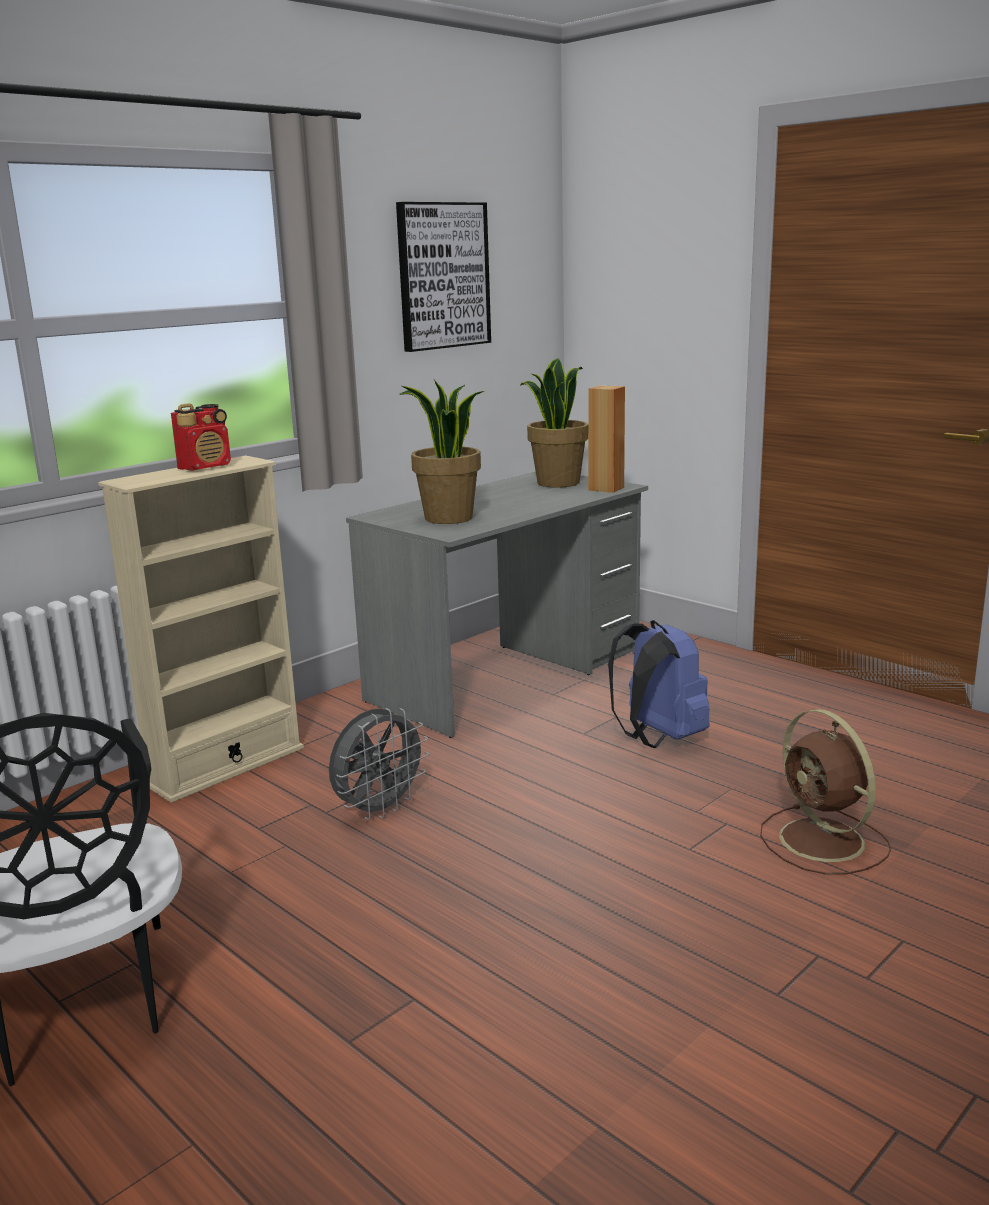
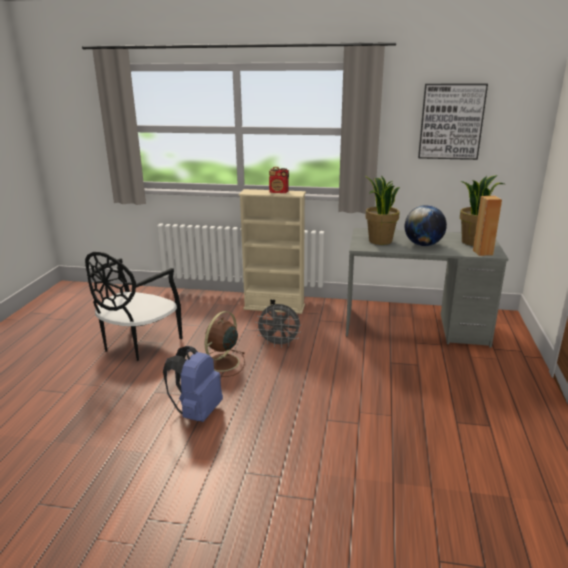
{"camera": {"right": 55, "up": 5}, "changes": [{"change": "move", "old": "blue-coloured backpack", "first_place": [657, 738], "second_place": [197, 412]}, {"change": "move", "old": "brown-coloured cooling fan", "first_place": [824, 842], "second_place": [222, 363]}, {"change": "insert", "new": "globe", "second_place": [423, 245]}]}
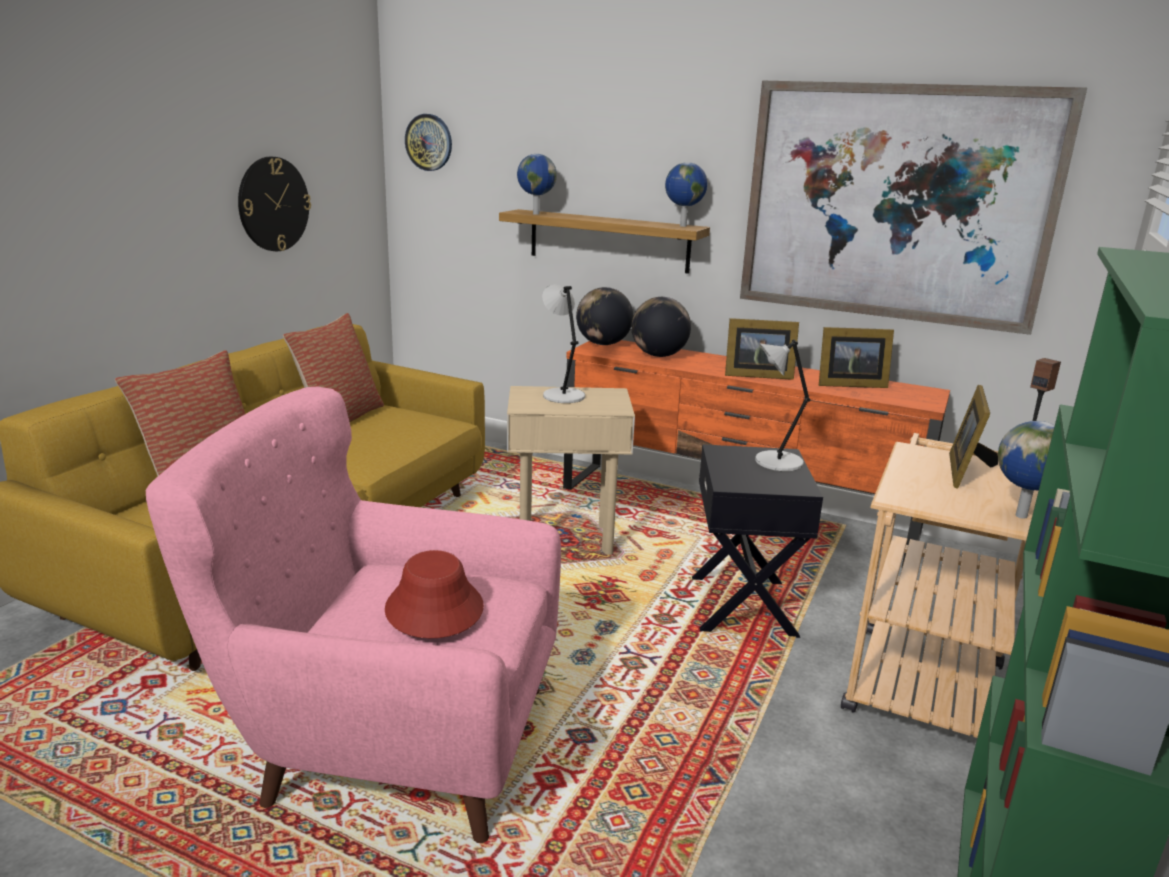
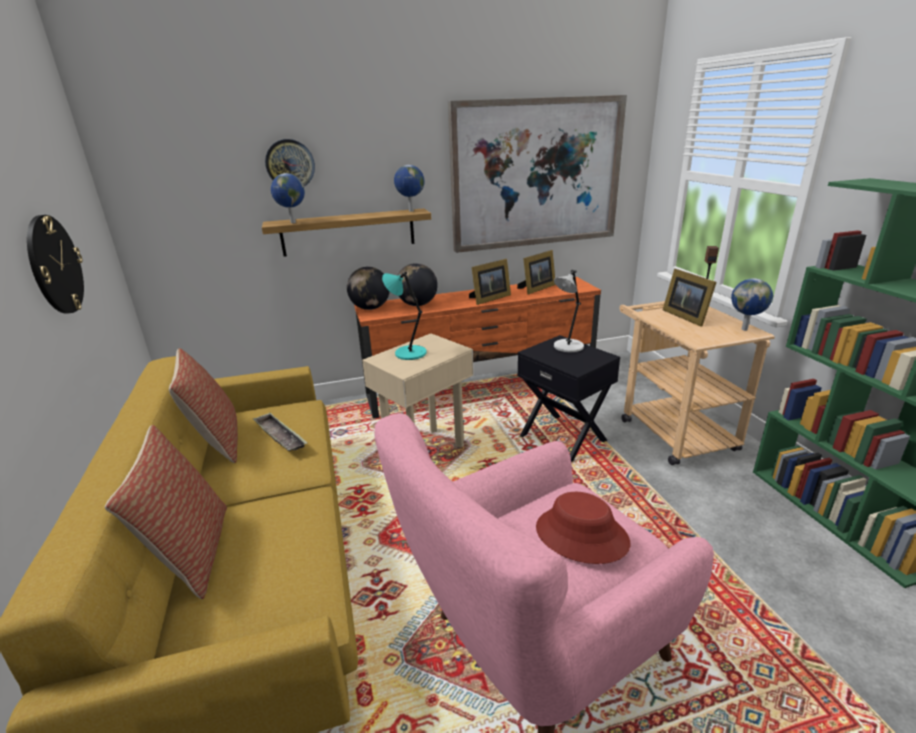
{"camera": {"right": -40, "up": 5}, "changes": [{"change": "move", "old": "wall clock", "first_place": [429, 142], "second_place": [290, 164]}, {"change": "recolor", "old": "grey table lamp", "new": "turquoise-coloured table lamp", "first_place": [562, 396], "second_place": [408, 353]}, {"change": "insert", "new": "serving tray", "second_place": [280, 436]}]}
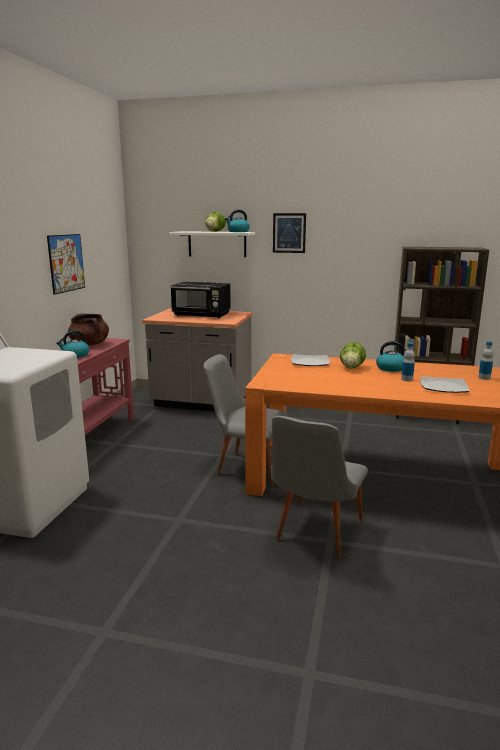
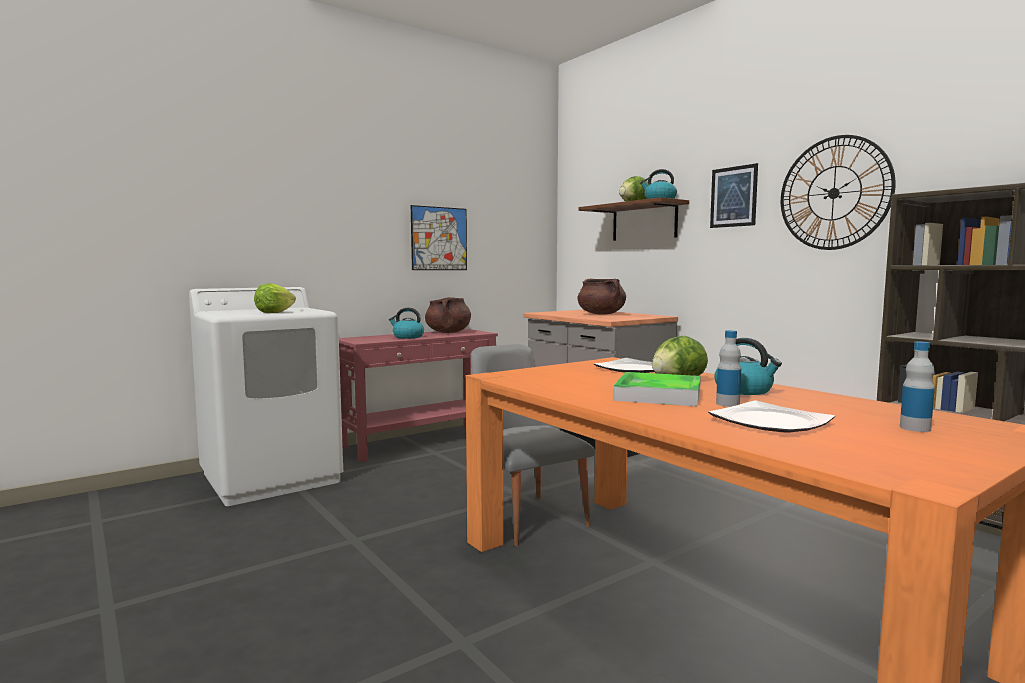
{"camera": {"right": 40, "up": -10}, "changes": [{"change": "recolor", "old": "white-coloured bracket shelf", "new": "brown-coloured bracket shelf", "first_place": [217, 244], "second_place": [644, 222]}, {"change": "replace", "old": "black-coloured microwave oven", "new": "brown-coloured saucepot", "first_place": [202, 315], "second_place": [601, 314]}, {"change": "delete", "old": "grey plain chair", "first_place": [314, 533]}, {"change": "insert", "new": "wall clock", "second_place": [834, 193]}, {"change": "insert", "new": "head of lettuce", "second_place": [274, 312]}, {"change": "insert", "new": "serving tray", "second_place": [658, 395]}]}
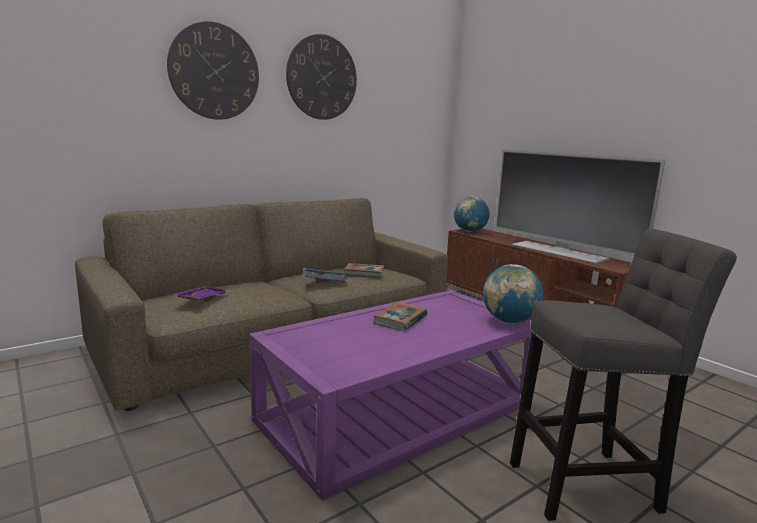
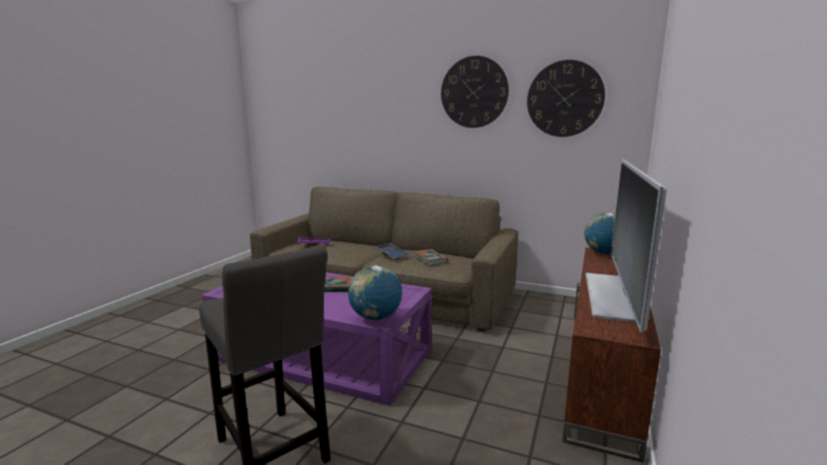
{"camera": {"right": 60, "up": 0}, "changes": [{"change": "move", "old": "wall clock", "first_place": [214, 72], "second_place": [565, 99]}]}
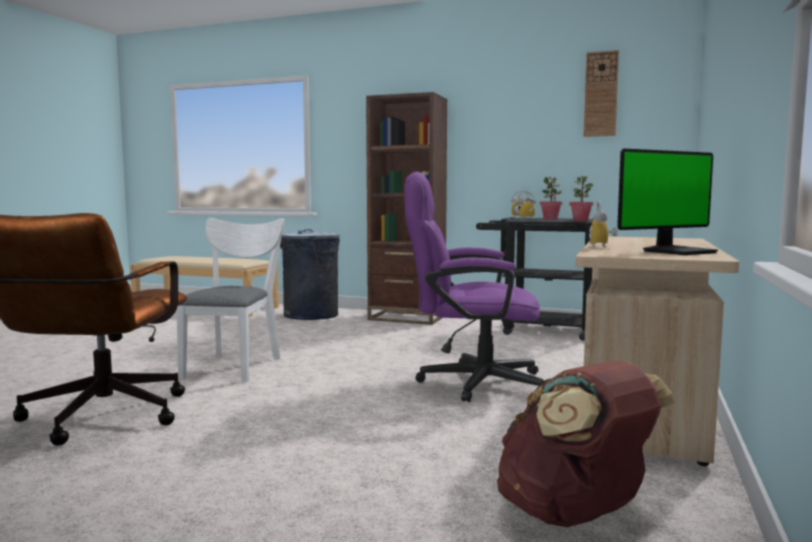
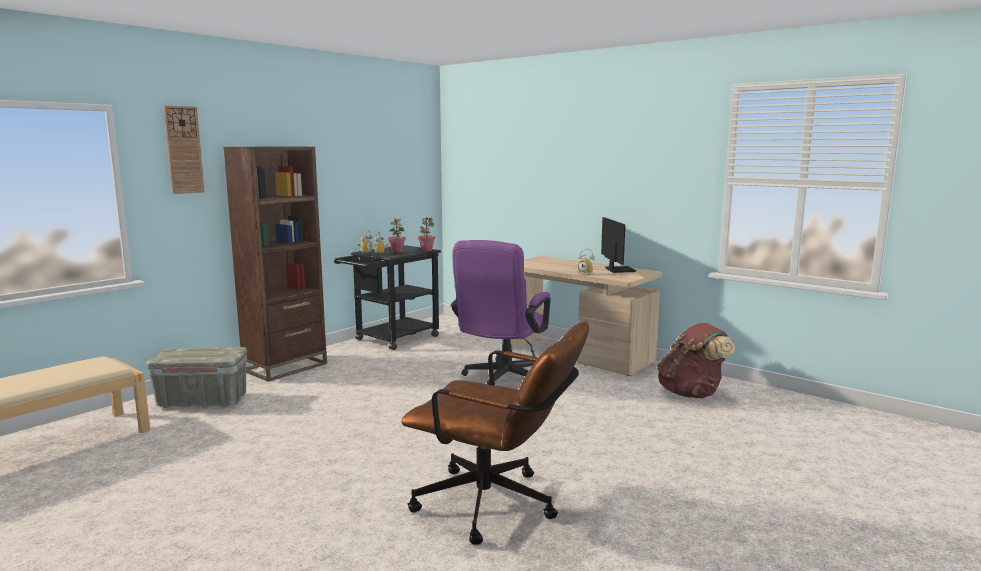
{"camera": {"right": -70, "up": 5}, "changes": [{"change": "move", "old": "wall clock", "first_place": [601, 94], "second_place": [184, 150]}, {"change": "delete", "old": "white-coloured plain chair", "first_place": [235, 365]}, {"change": "replace", "old": "grey waste bin", "new": "grey storage bin", "first_place": [310, 315], "second_place": [202, 401]}]}
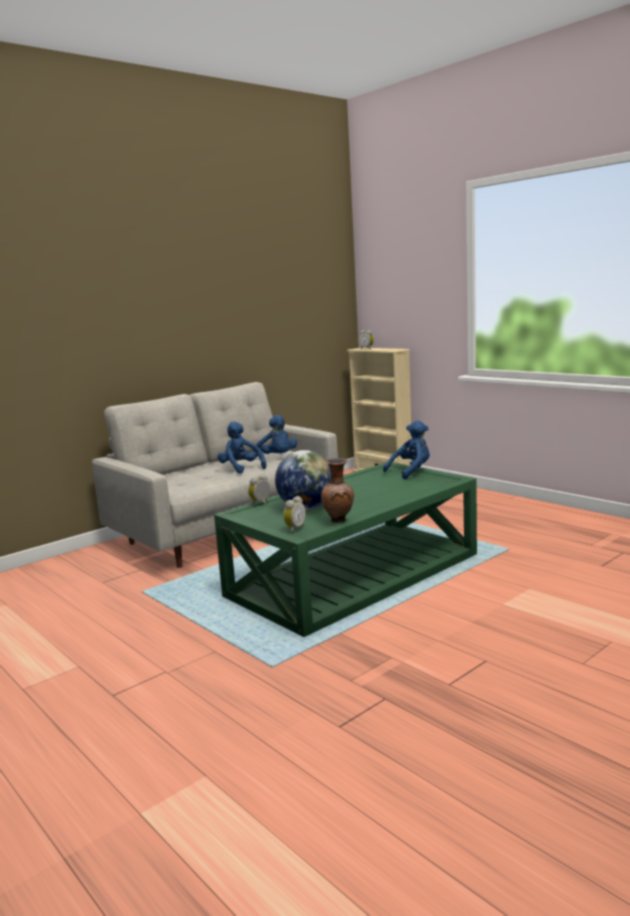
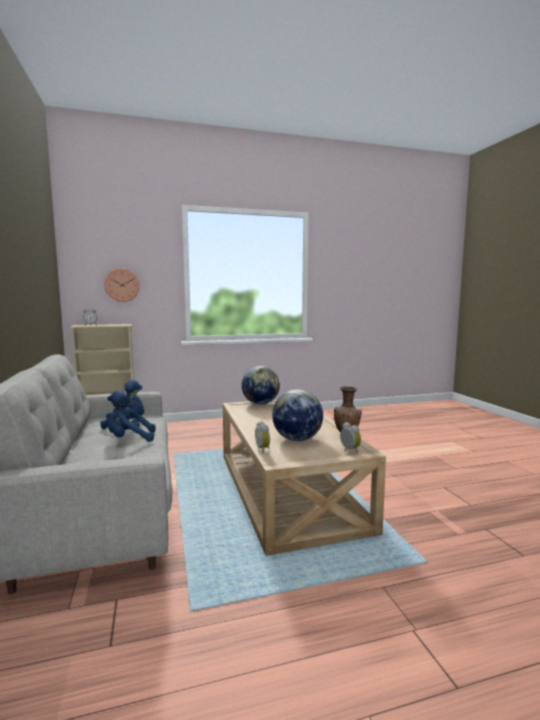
{"camera": {"right": -65, "up": -5}, "changes": [{"change": "replace", "old": "blue-coloured soft toy", "new": "globe", "first_place": [411, 472], "second_place": [260, 403]}, {"change": "recolor", "old": "green-coloured coffee table", "new": "sand-coloured coffee table", "first_place": [354, 574], "second_place": [286, 489]}, {"change": "insert", "new": "wall clock", "second_place": [122, 285]}]}
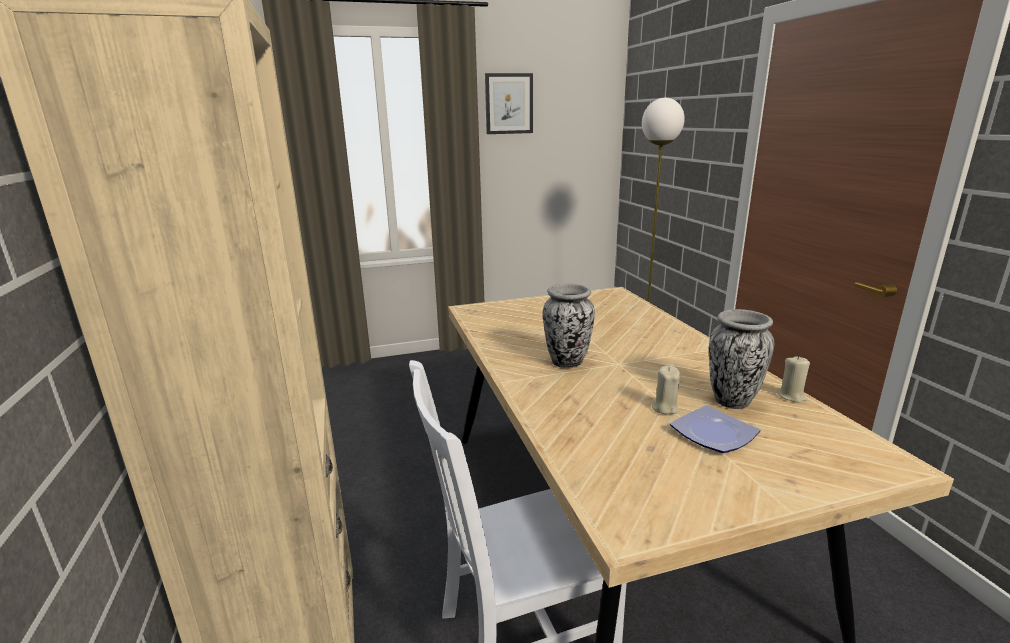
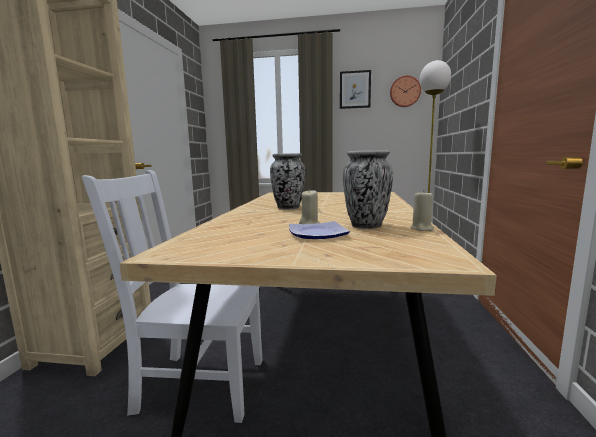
{"camera": {"right": 25, "up": -10}, "changes": [{"change": "insert", "new": "wall clock", "second_place": [405, 91]}]}
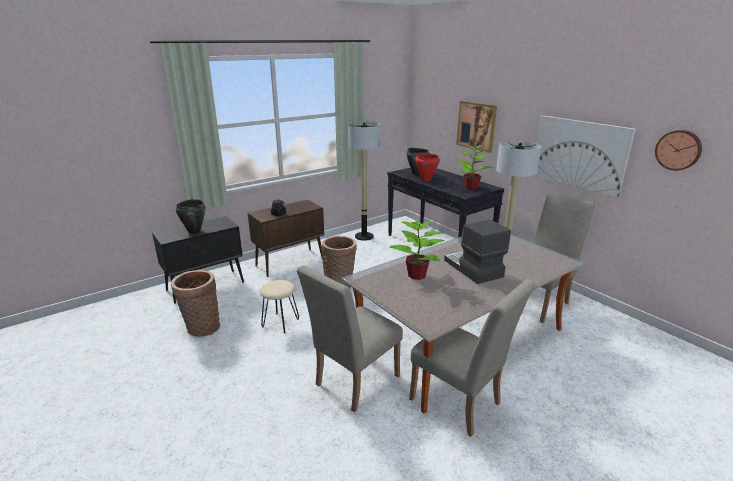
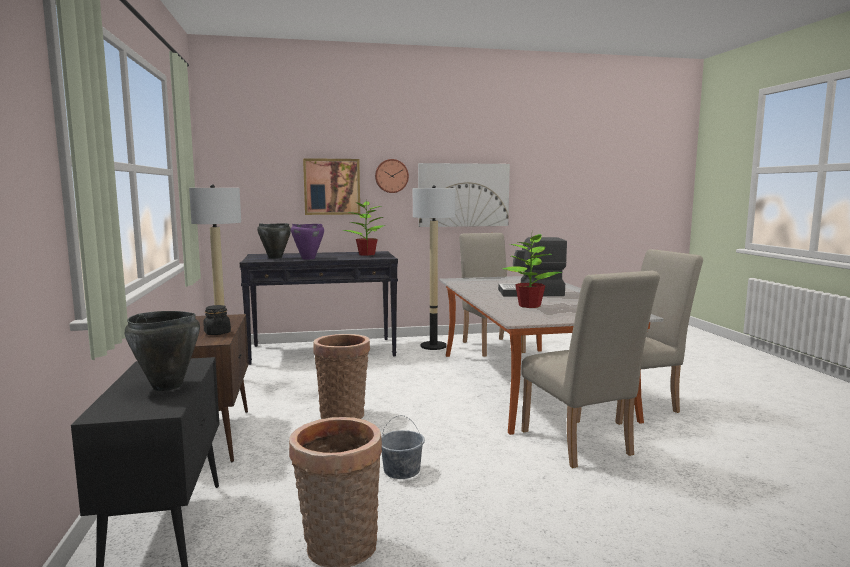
{"camera": {"right": -65, "up": -15}, "changes": [{"change": "move", "old": "wall clock", "first_place": [678, 150], "second_place": [391, 176]}, {"change": "recolor", "old": "red-coloured saucepot", "new": "purplish saucepot", "first_place": [426, 180], "second_place": [308, 258]}, {"change": "replace", "old": "sand-coloured stool", "new": "grey bucket", "first_place": [280, 322], "second_place": [401, 470]}]}
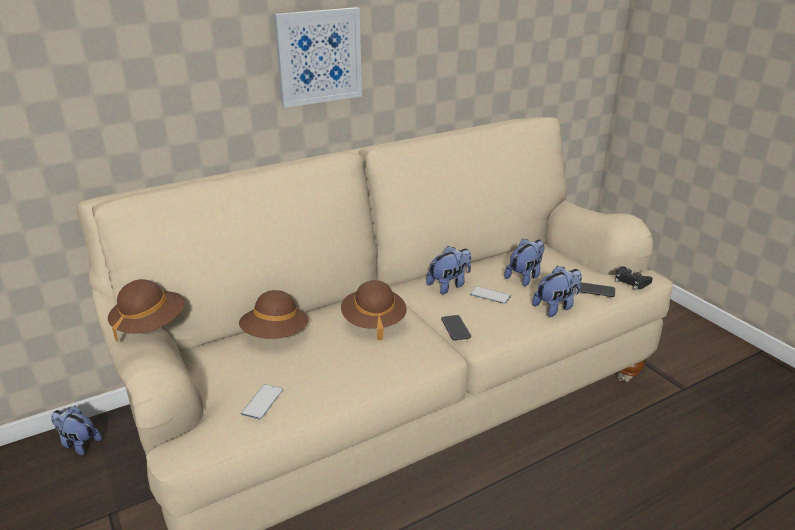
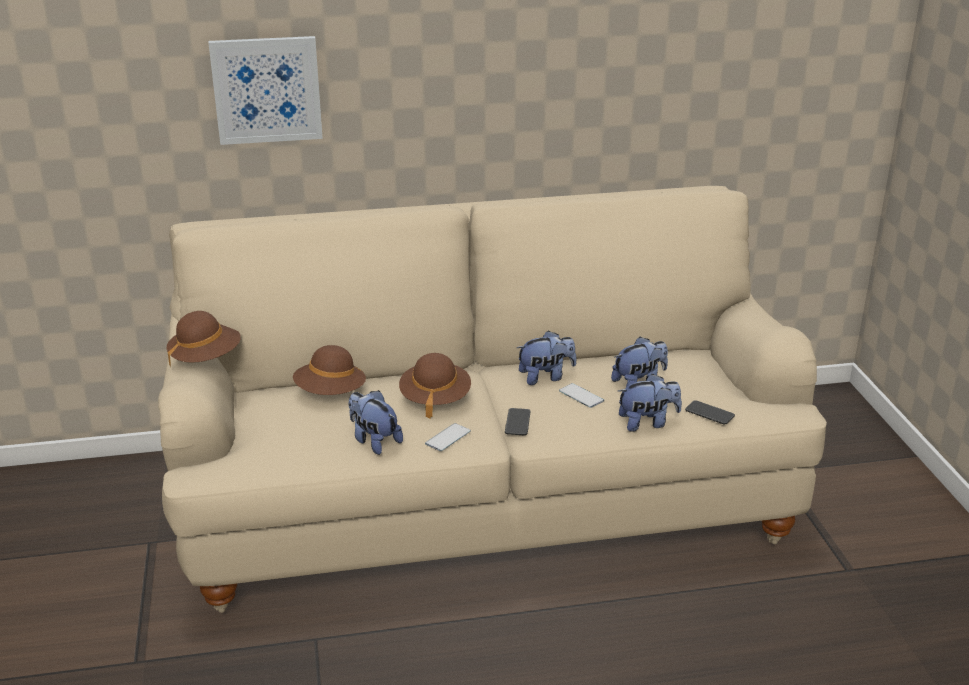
{"camera": {"right": 20, "up": 0}, "changes": [{"change": "move", "old": "wall picture", "first_place": [318, 56], "second_place": [267, 89]}, {"change": "delete", "old": "black-coloured joypad", "first_place": [631, 281]}, {"change": "move", "old": "telephone", "first_place": [262, 402], "second_place": [448, 437]}, {"change": "move", "old": "soft toy", "first_place": [78, 443], "second_place": [374, 441]}]}
